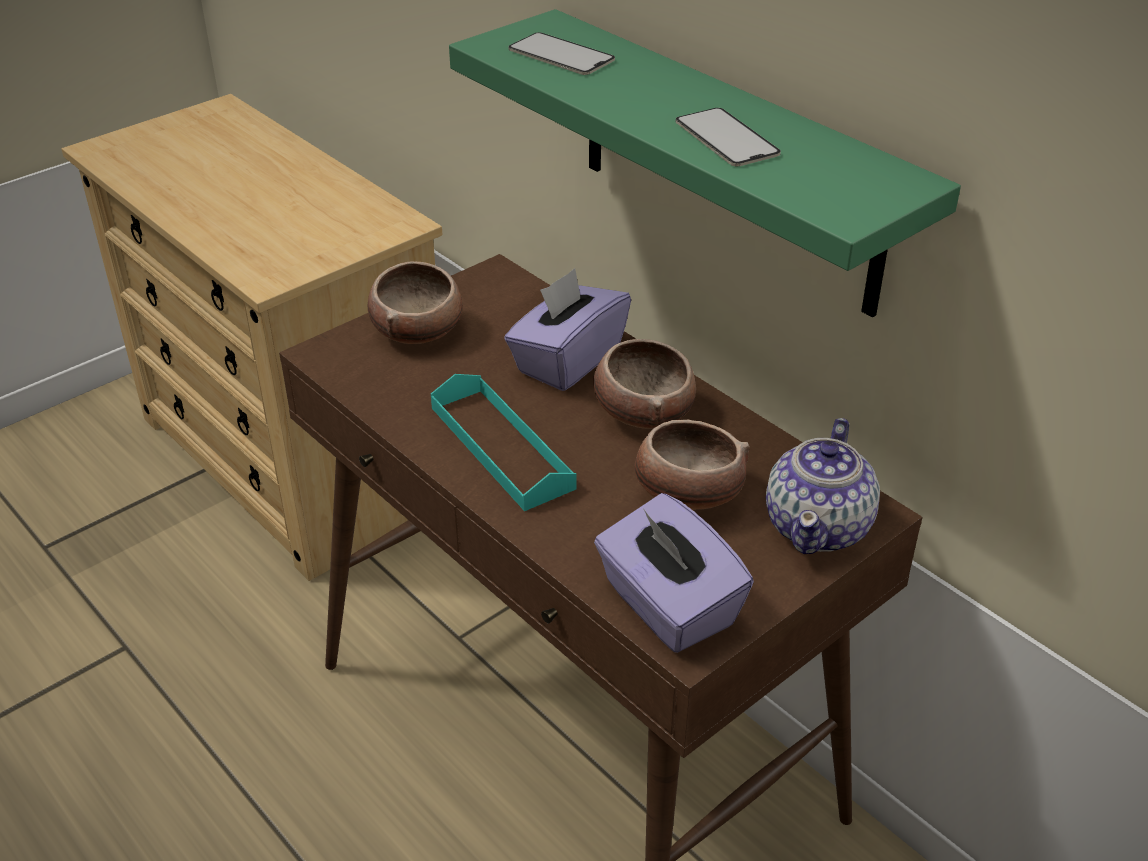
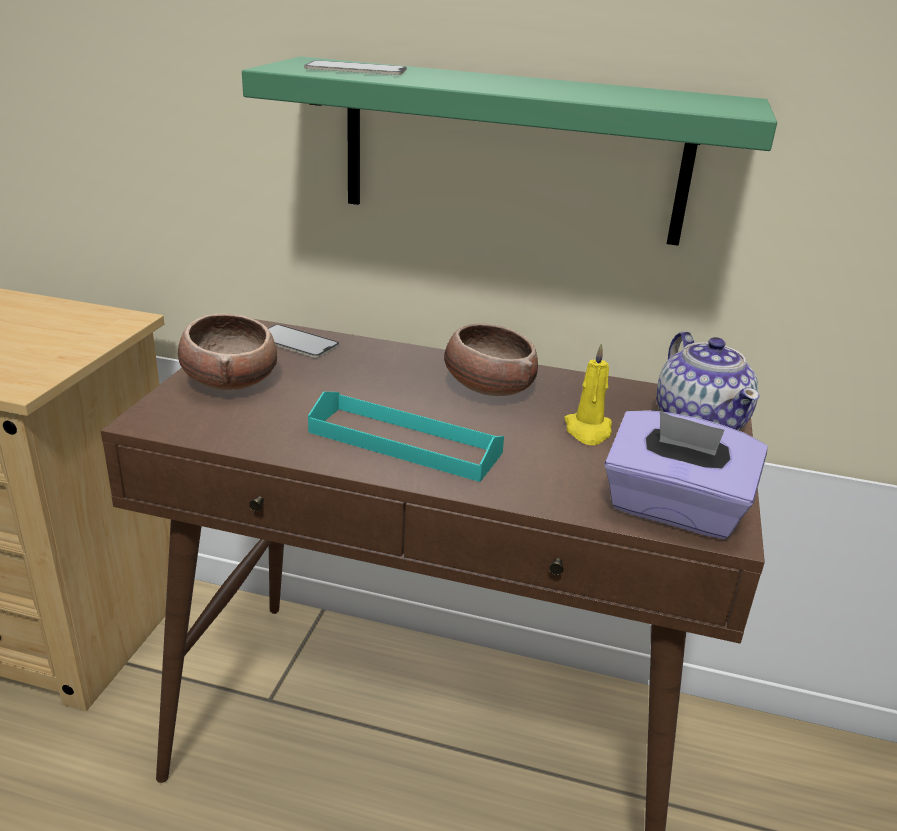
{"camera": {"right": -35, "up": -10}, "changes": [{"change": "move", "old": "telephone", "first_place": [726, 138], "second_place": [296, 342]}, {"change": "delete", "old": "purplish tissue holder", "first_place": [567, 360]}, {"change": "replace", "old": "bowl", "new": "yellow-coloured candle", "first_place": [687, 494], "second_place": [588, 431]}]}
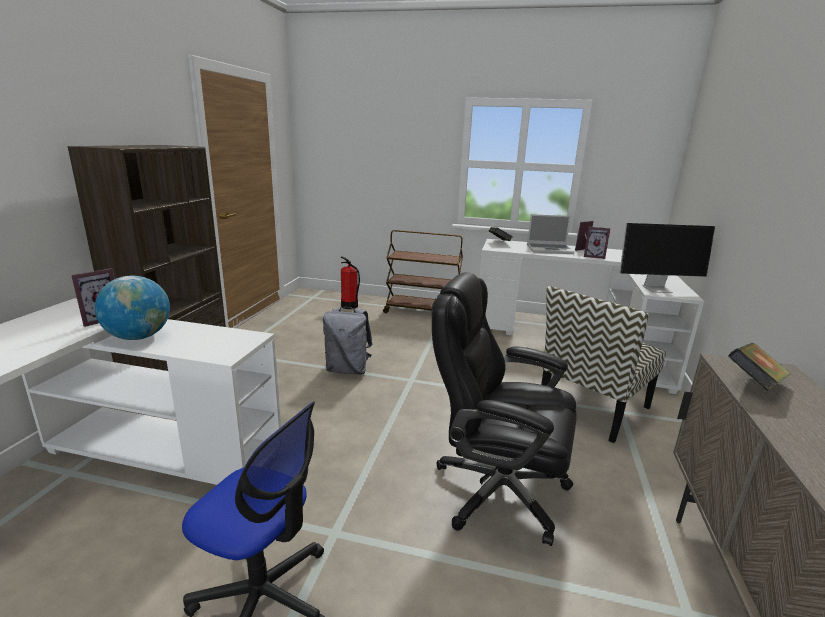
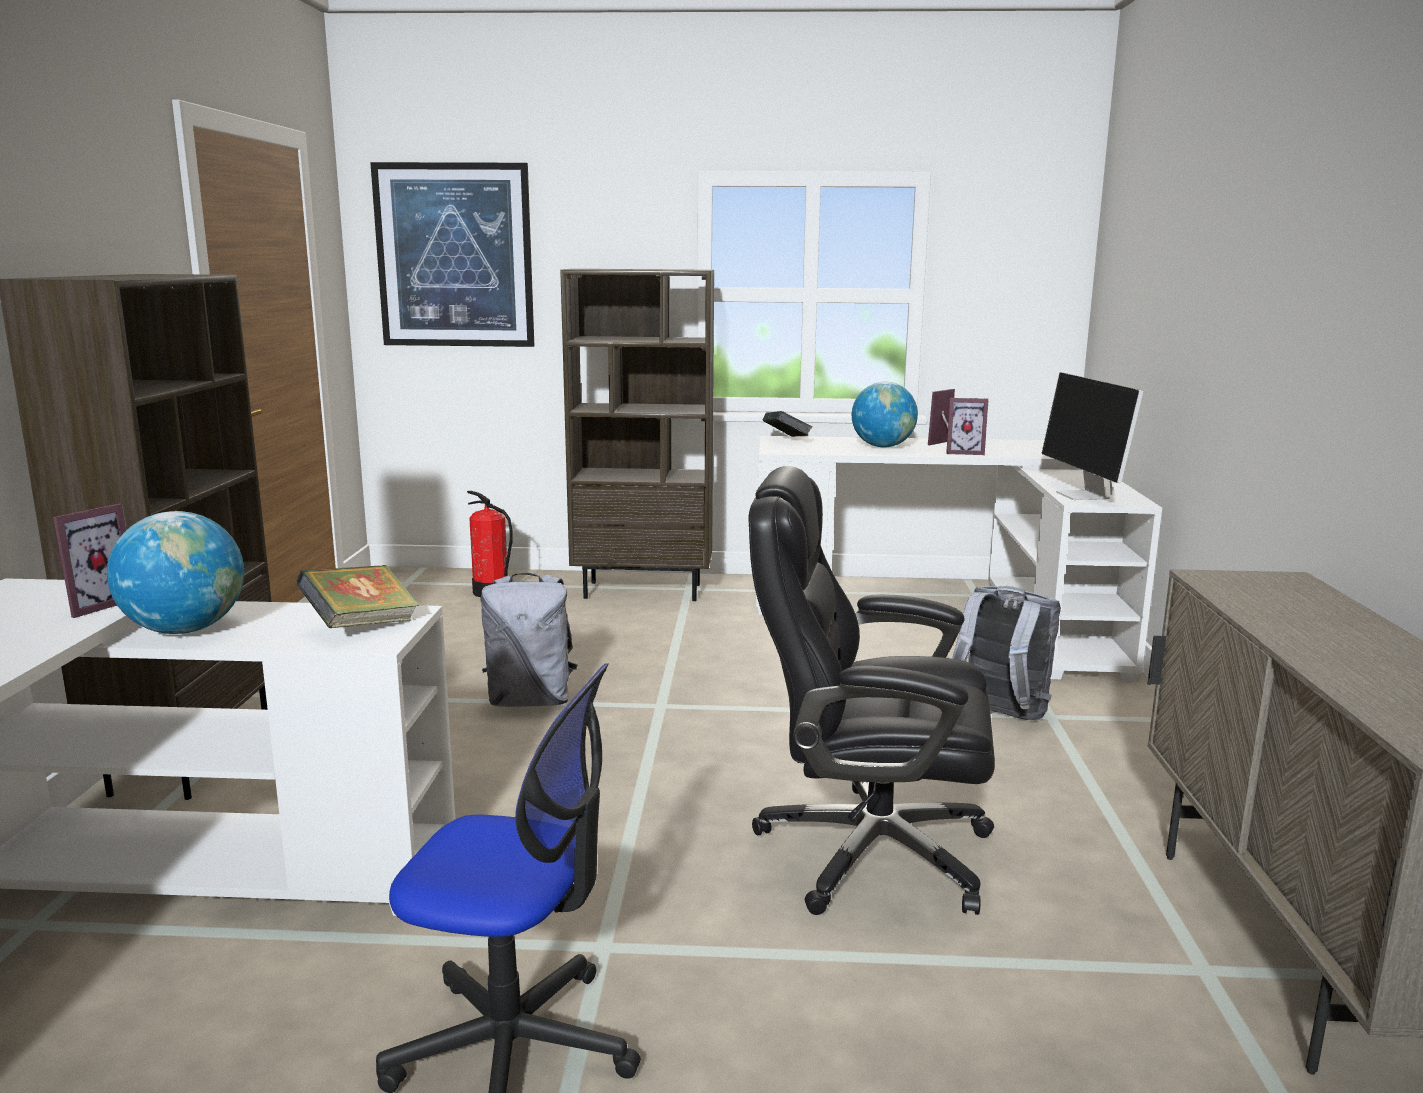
{"camera": {"right": -10, "up": -5}, "changes": [{"change": "replace", "old": "notebook computer", "new": "globe", "first_place": [549, 249], "second_place": [882, 446]}, {"change": "rotate", "old": "computer screen", "first_place": [657, 289], "second_place": [1084, 496], "degrees": 90}, {"change": "replace", "old": "brown-coloured trolley", "new": "brown-coloured bookcase", "first_place": [422, 312], "second_place": [644, 591]}, {"change": "replace", "old": "plain chair", "new": "grey backpack", "first_place": [592, 408], "second_place": [1000, 716]}, {"change": "move", "old": "book", "first_place": [753, 384], "second_place": [361, 626]}, {"change": "insert", "new": "wall picture", "second_place": [454, 256]}]}
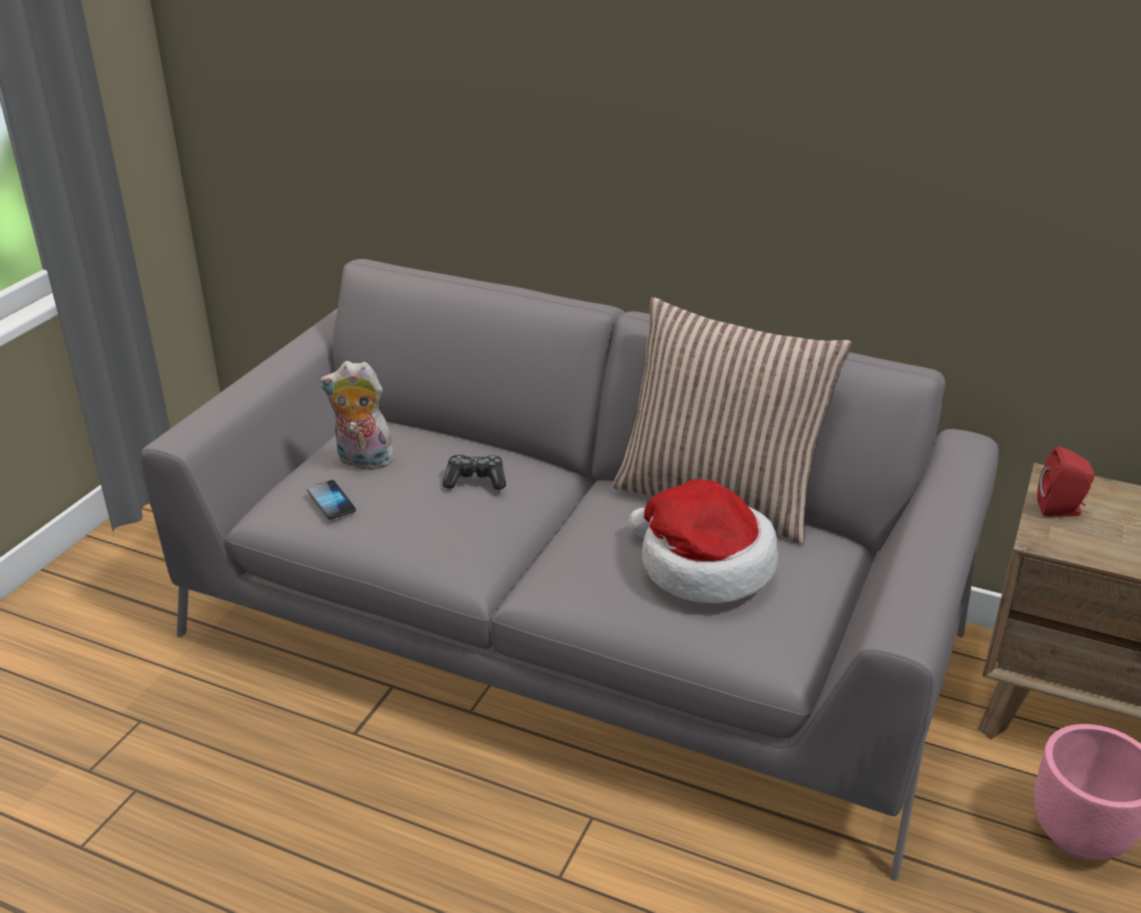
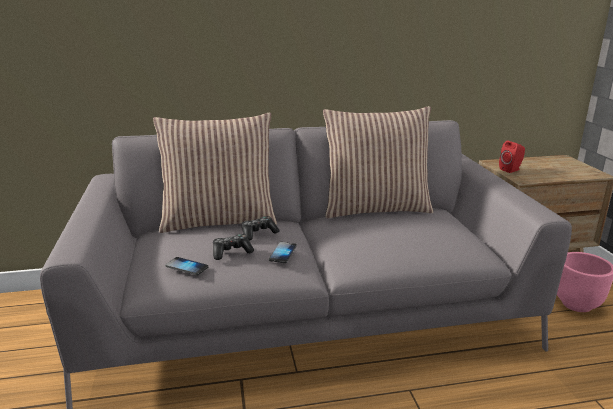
{"camera": {"right": -35, "up": -10}, "changes": [{"change": "delete", "old": "soft toy", "first_place": [362, 461]}, {"change": "delete", "old": "hat", "first_place": [703, 565]}, {"change": "insert", "new": "cushion", "second_place": [219, 220]}, {"change": "insert", "new": "joypad", "second_place": [231, 252]}, {"change": "insert", "new": "telephone", "second_place": [283, 253]}]}
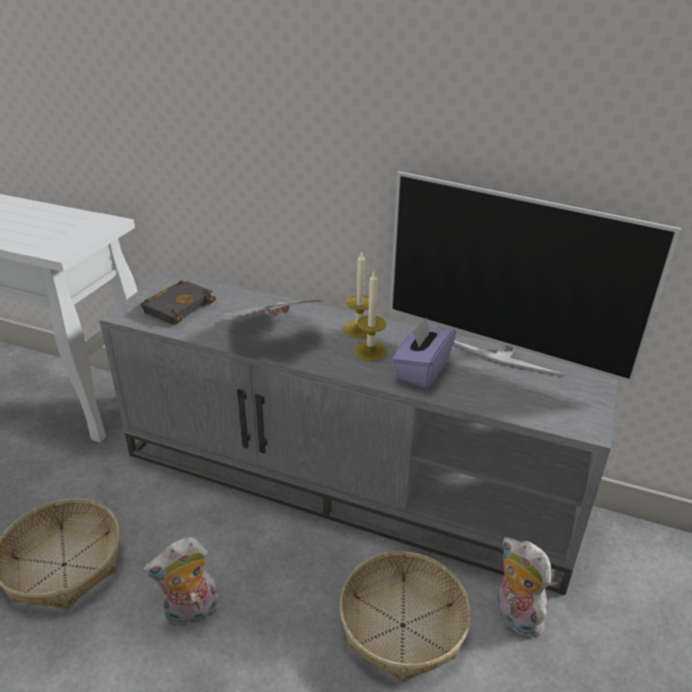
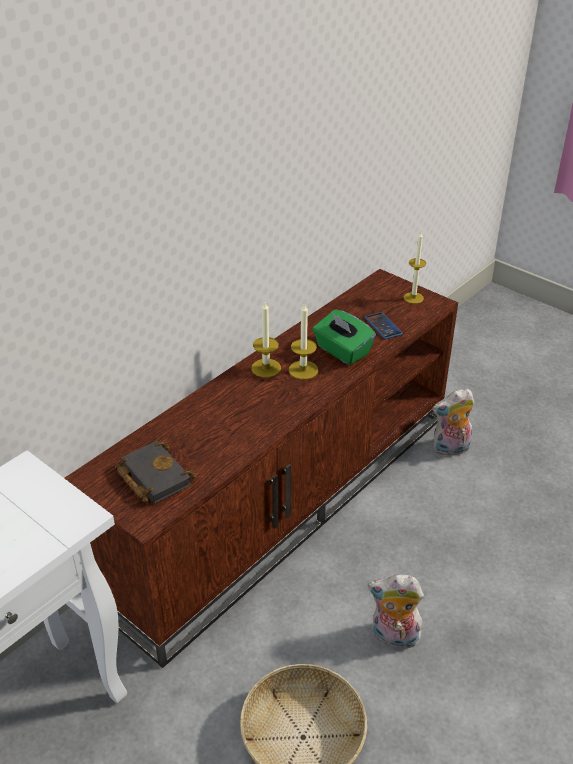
{"camera": {"right": -70, "up": 5}, "changes": [{"change": "delete", "old": "television", "first_place": [502, 356]}, {"change": "recolor", "old": "grey tv stand", "new": "brown-coloured tv stand", "first_place": [348, 480], "second_place": [284, 499]}, {"change": "delete", "old": "printed paper", "first_place": [273, 331]}, {"change": "recolor", "old": "purplish tissue holder", "new": "green-coloured tissue holder", "first_place": [421, 370], "second_place": [342, 351]}, {"change": "rotate", "old": "soft toy", "first_place": [191, 613], "second_place": [393, 637], "degrees": 105}, {"change": "delete", "old": "basket", "first_place": [402, 626]}, {"change": "insert", "new": "candle", "second_place": [413, 298]}, {"change": "insert", "new": "telephone", "second_place": [383, 326]}]}
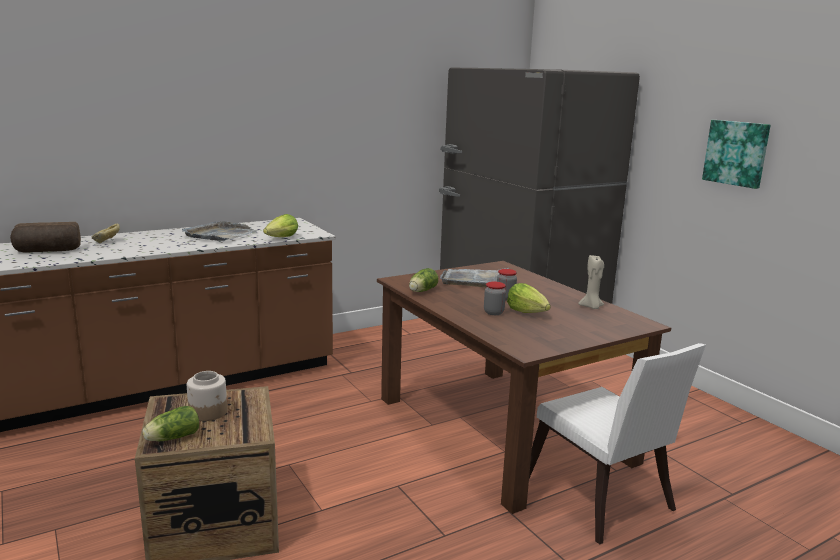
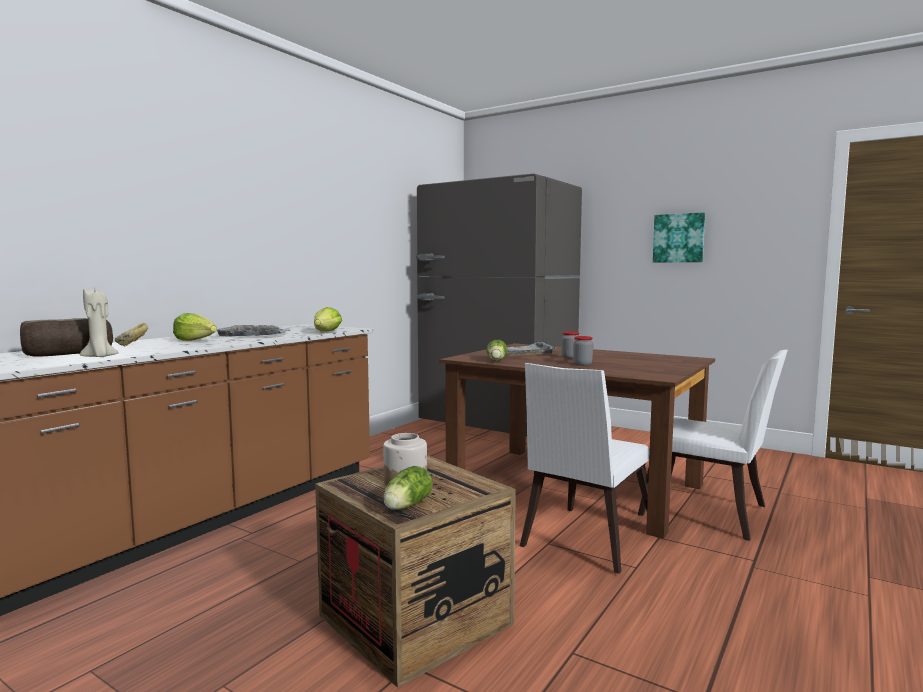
{"camera": {"right": -25, "up": -10}, "changes": [{"change": "move", "old": "sand-coloured candle", "first_place": [591, 307], "second_place": [100, 357]}, {"change": "move", "old": "head of lettuce", "first_place": [527, 312], "second_place": [196, 341]}, {"change": "insert", "new": "white-coloured plain chair", "second_place": [584, 541]}]}
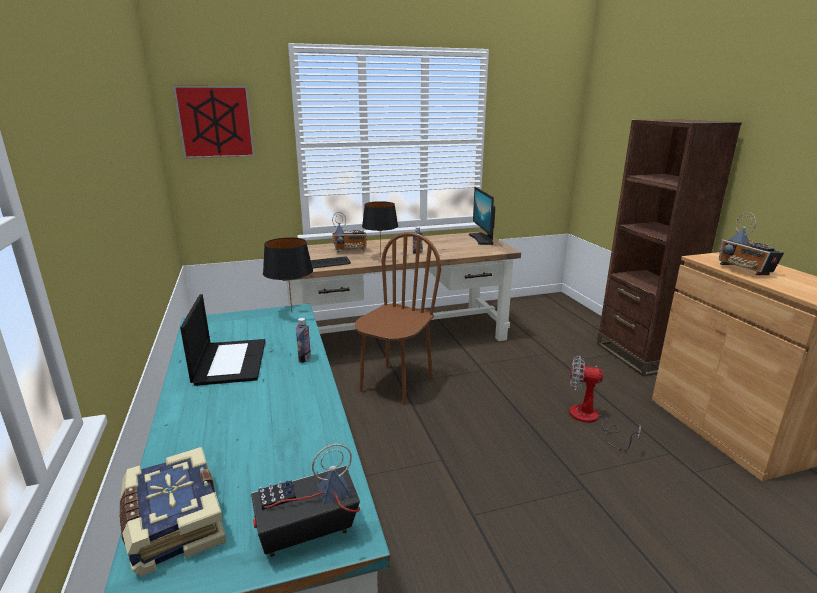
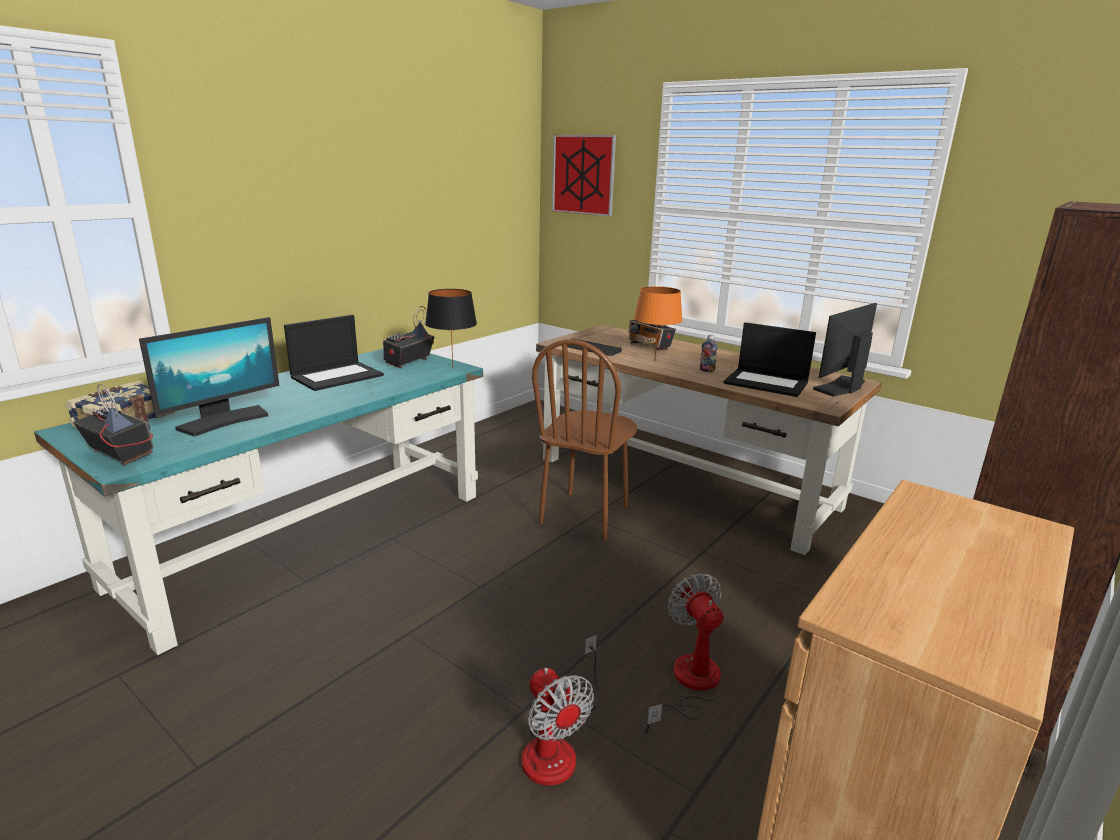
{"camera": {"right": 55, "up": 0}, "changes": [{"change": "recolor", "old": "black-coloured table lamp", "new": "orangey table lamp", "first_place": [381, 257], "second_place": [654, 361]}, {"change": "move", "old": "radio receiver", "first_place": [745, 270], "second_place": [408, 362]}, {"change": "rotate", "old": "brown-coloured plain chair", "first_place": [396, 384], "second_place": [585, 515], "degrees": 120}, {"change": "delete", "old": "bottle", "first_place": [304, 359]}, {"change": "insert", "new": "computer screen", "second_place": [224, 421]}, {"change": "insert", "new": "notebook computer", "second_place": [767, 383]}, {"change": "insert", "new": "cooling fan", "second_place": [557, 745]}]}
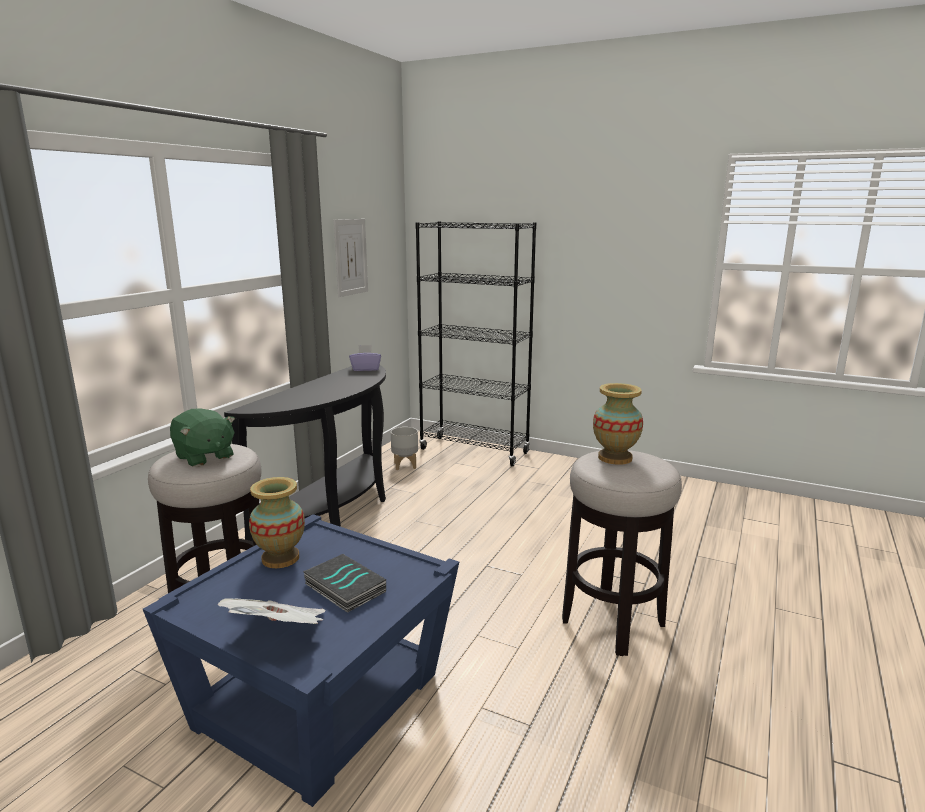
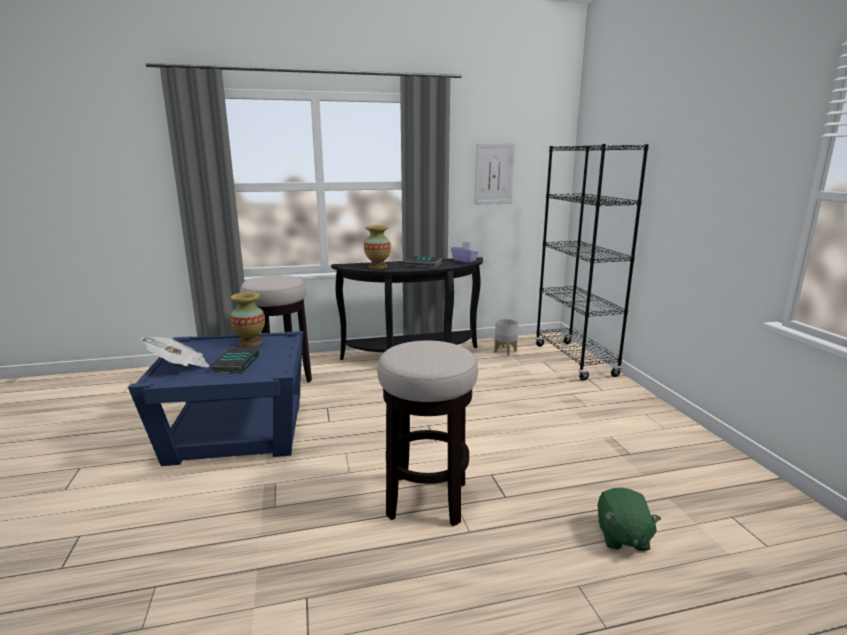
{"camera": {"right": 50, "up": 0}, "changes": [{"change": "move", "old": "decorative vase", "first_place": [615, 458], "second_place": [377, 267]}, {"change": "move", "old": "green-coloured soft toy", "first_place": [204, 457], "second_place": [622, 536]}, {"change": "insert", "new": "book", "second_place": [422, 264]}]}
